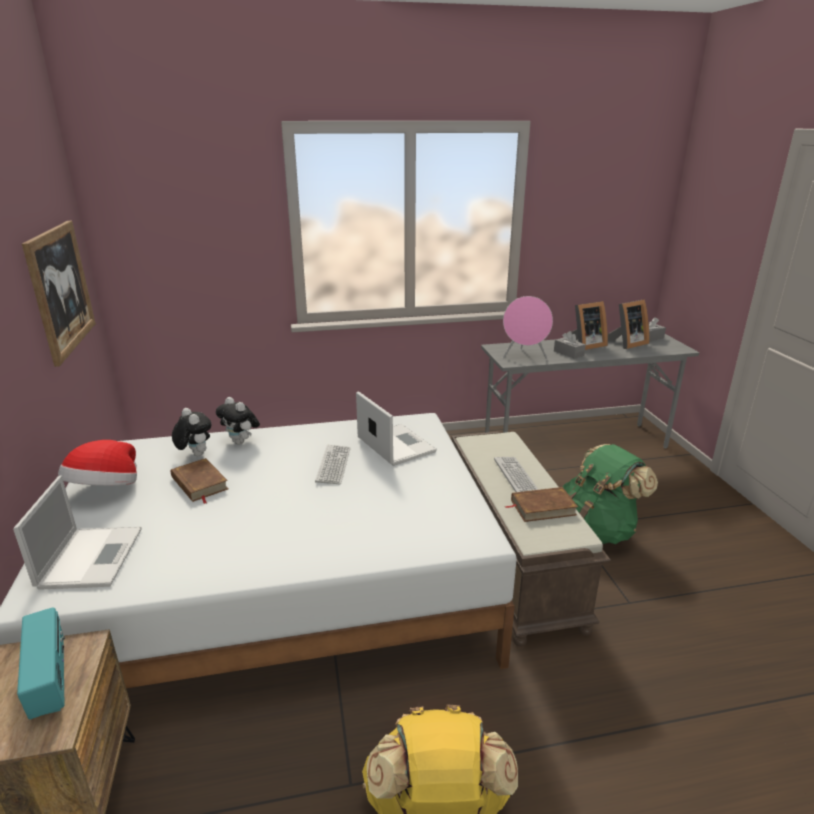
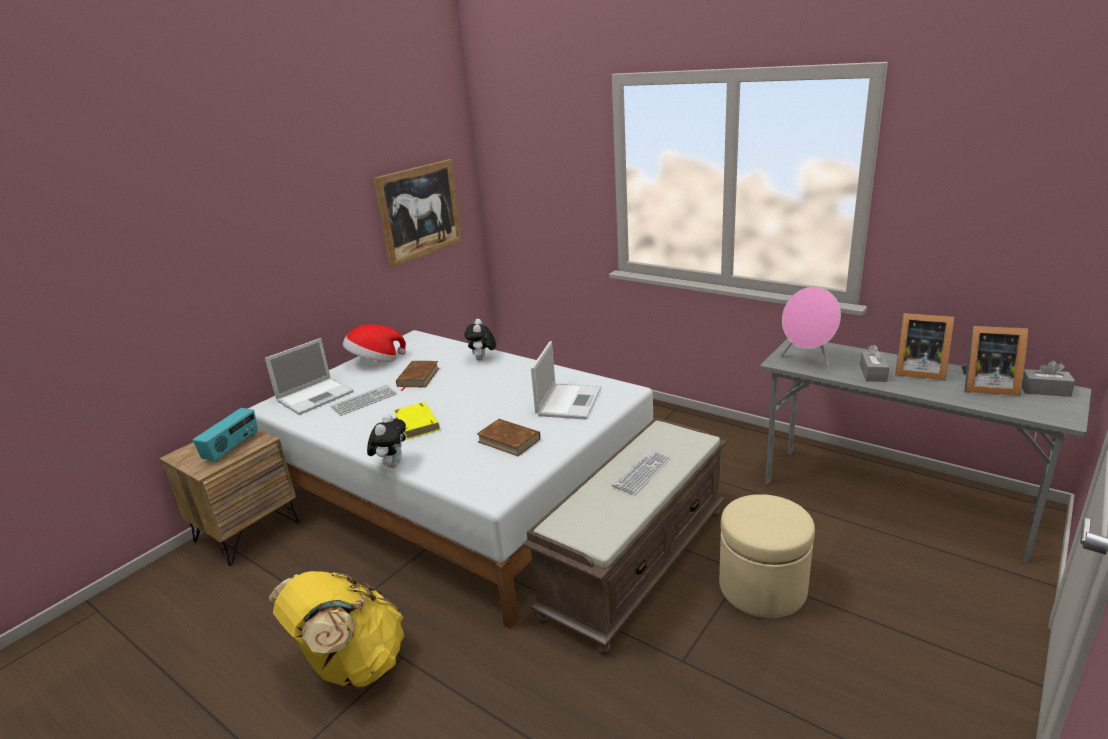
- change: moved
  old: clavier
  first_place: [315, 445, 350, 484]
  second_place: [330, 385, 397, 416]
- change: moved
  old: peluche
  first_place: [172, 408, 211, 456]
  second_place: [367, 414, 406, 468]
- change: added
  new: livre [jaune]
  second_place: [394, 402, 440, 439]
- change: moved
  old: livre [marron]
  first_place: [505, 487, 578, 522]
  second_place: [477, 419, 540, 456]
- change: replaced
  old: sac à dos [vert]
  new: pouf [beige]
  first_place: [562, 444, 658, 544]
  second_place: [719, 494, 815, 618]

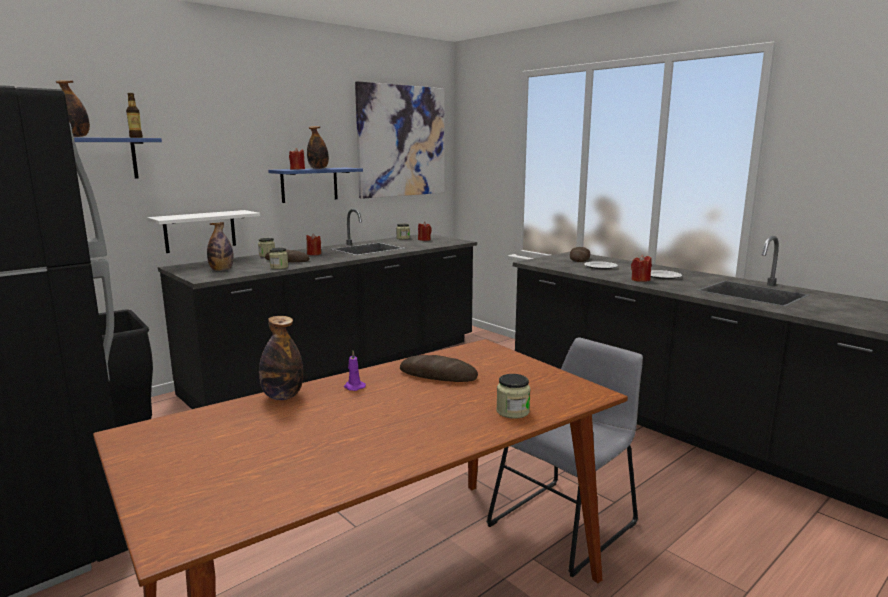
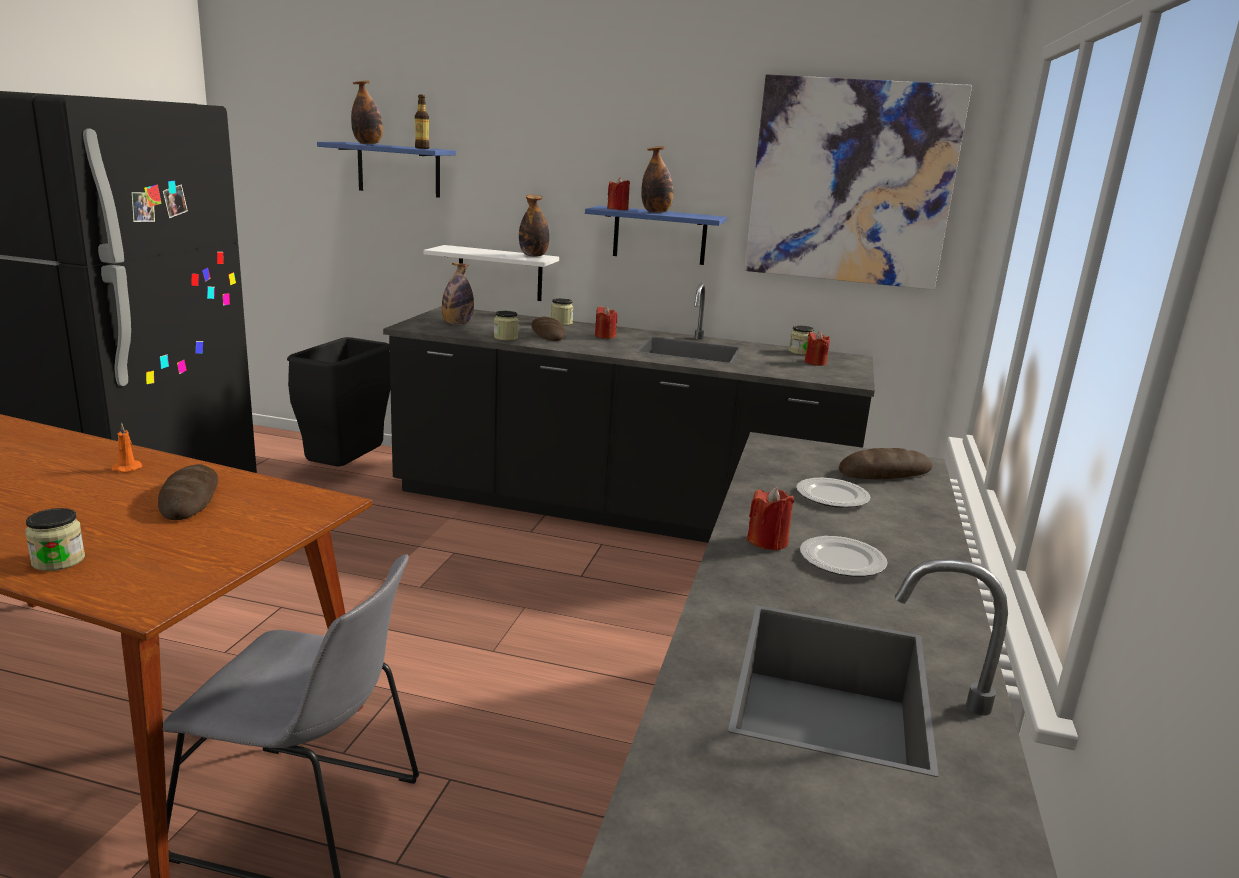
- change: recoloured
  old: bougie [violet]
  new: bougie [orange]
  first_place: [344, 351, 366, 391]
  second_place: [112, 423, 142, 473]
- change: moved
  old: bouteille
  first_place: [259, 316, 303, 400]
  second_place: [519, 195, 549, 257]

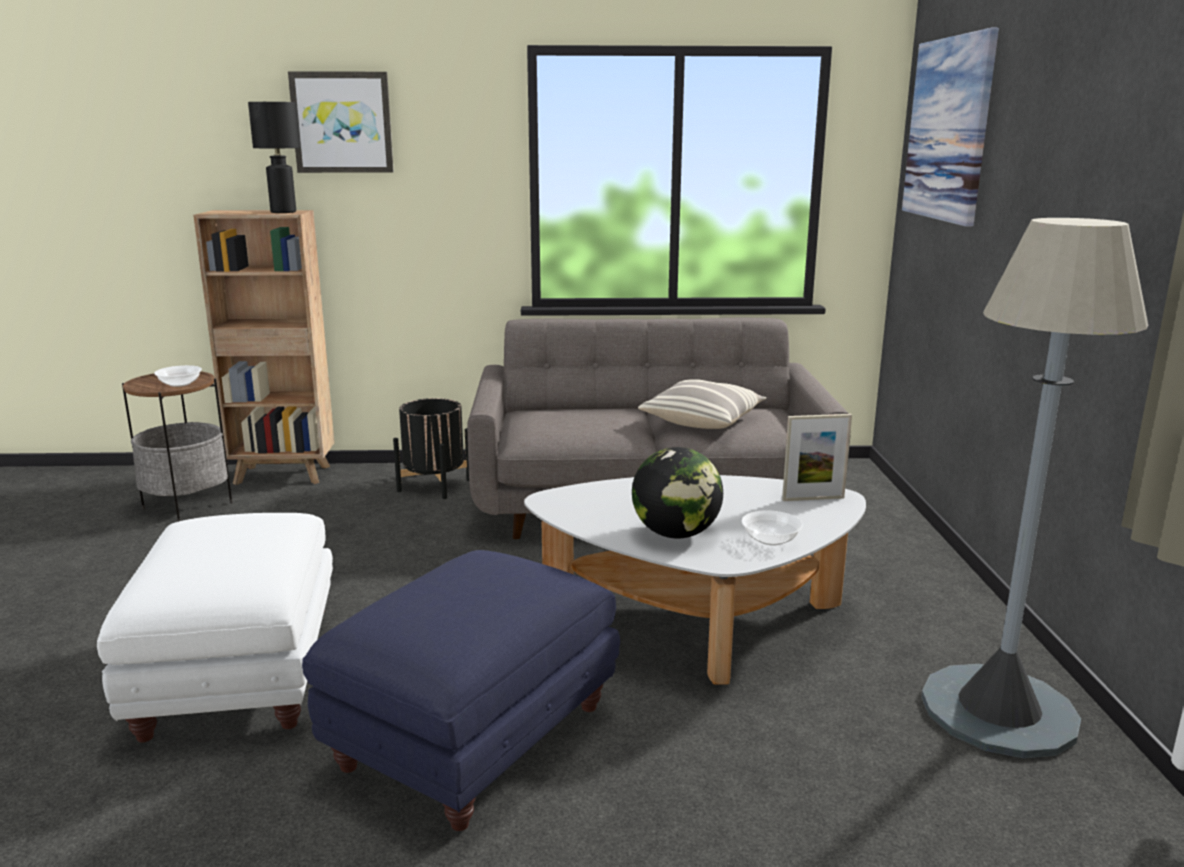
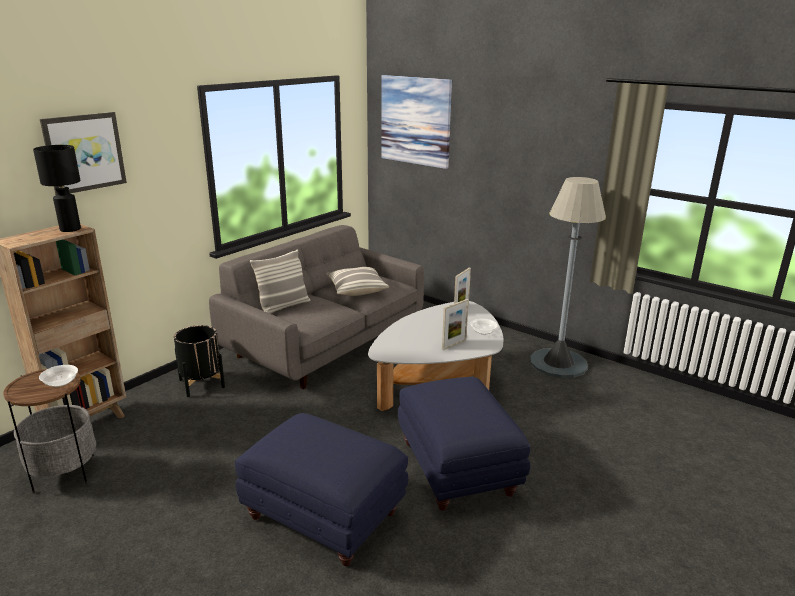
- change: recoloured
  old: pouf [blanc]
  new: pouf [bleu]
  first_place: [97, 513, 333, 742]
  second_place: [235, 413, 409, 566]
- change: added
  new: coussin
  second_place: [250, 249, 311, 314]
- change: replaced
  old: globe
  new: cadre photo
  first_place: [632, 447, 723, 539]
  second_place: [442, 299, 469, 350]

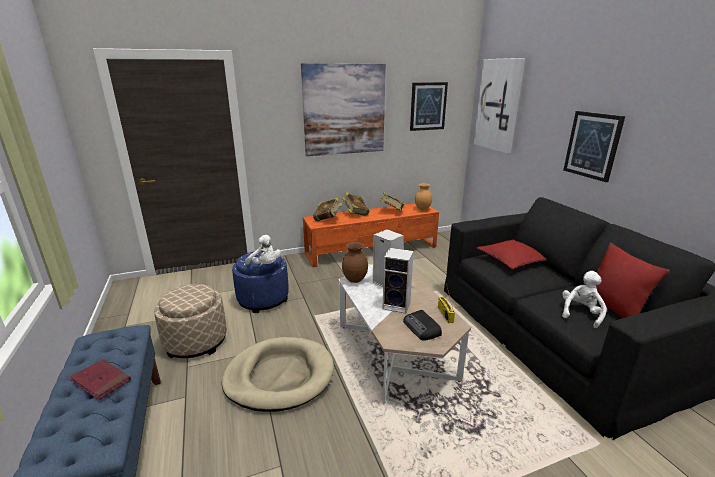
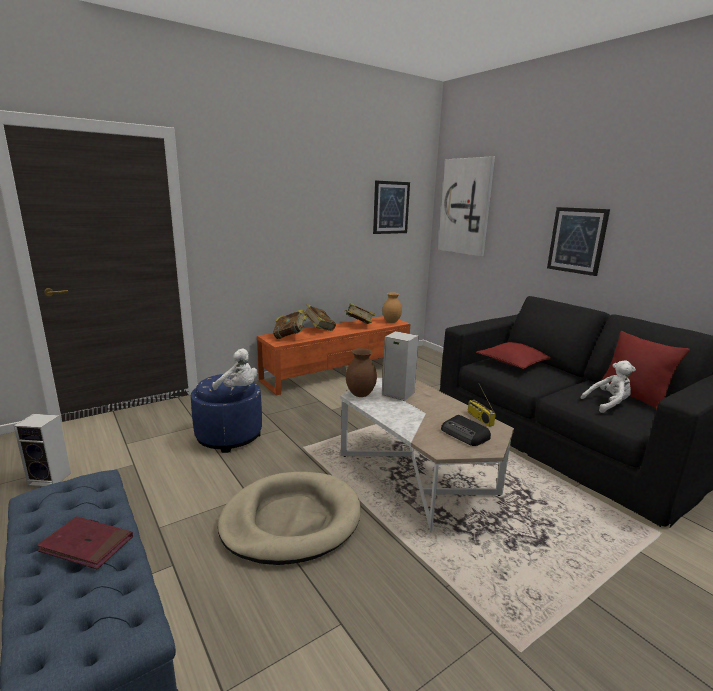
- change: moved
  old: enceinte
  first_place: [382, 248, 414, 314]
  second_place: [14, 414, 71, 487]
- change: turned
  old: peluche [blanc]
  first_place: [562, 271, 607, 328]
  second_place: [581, 360, 636, 413]
  degrees: 60
- change: removed
  old: pouf [beige]
  first_place: [154, 284, 227, 358]
- change: removed
  old: tableau
  first_place: [301, 63, 386, 156]

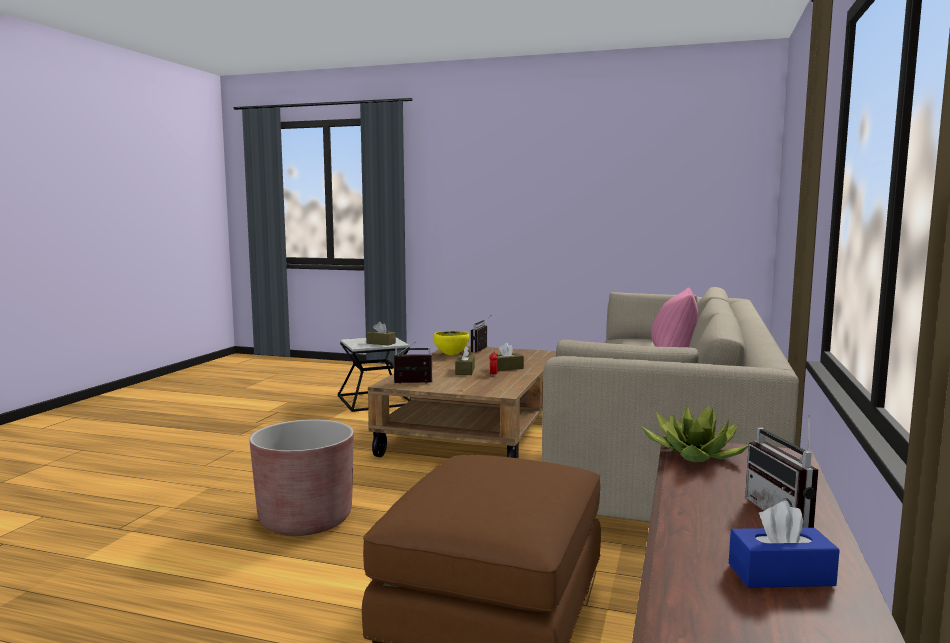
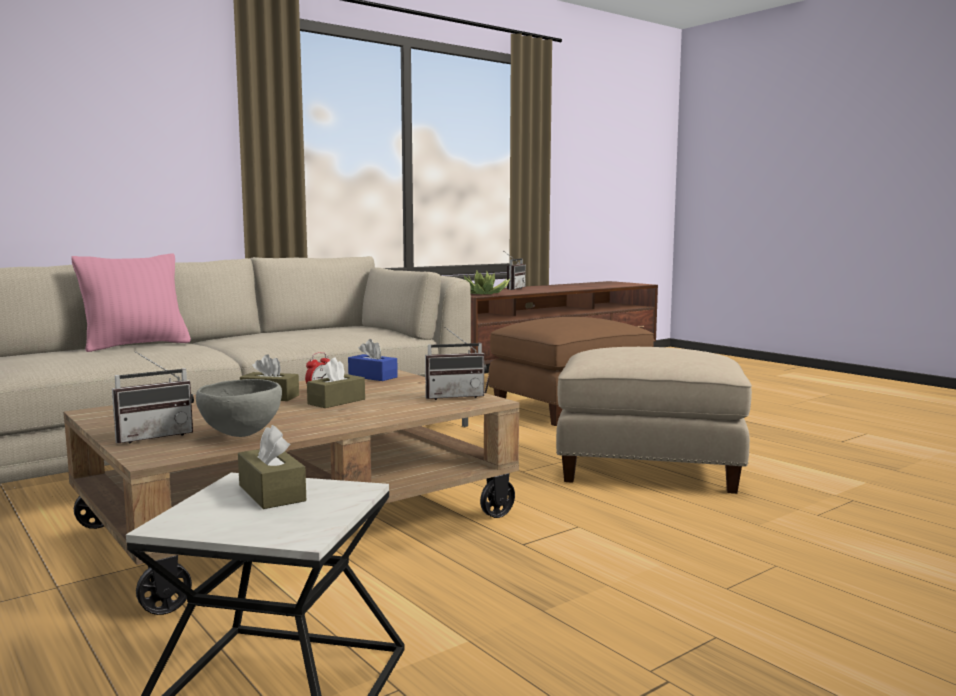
- change: recoloured
  old: bol [jaune]
  new: bol [gris]
  first_place: [433, 331, 470, 356]
  second_place: [196, 379, 282, 437]
- change: moved
  old: boîte à mouchoirs [bleu]
  first_place: [729, 501, 840, 588]
  second_place: [348, 339, 398, 381]
- change: turned
  old: radio
  first_place: [393, 343, 432, 384]
  second_place: [425, 326, 486, 400]
  degrees: -45
- change: replaced
  old: cache-pot [marron]
  new: pouf [beige]
  first_place: [250, 420, 354, 536]
  second_place: [556, 347, 752, 494]

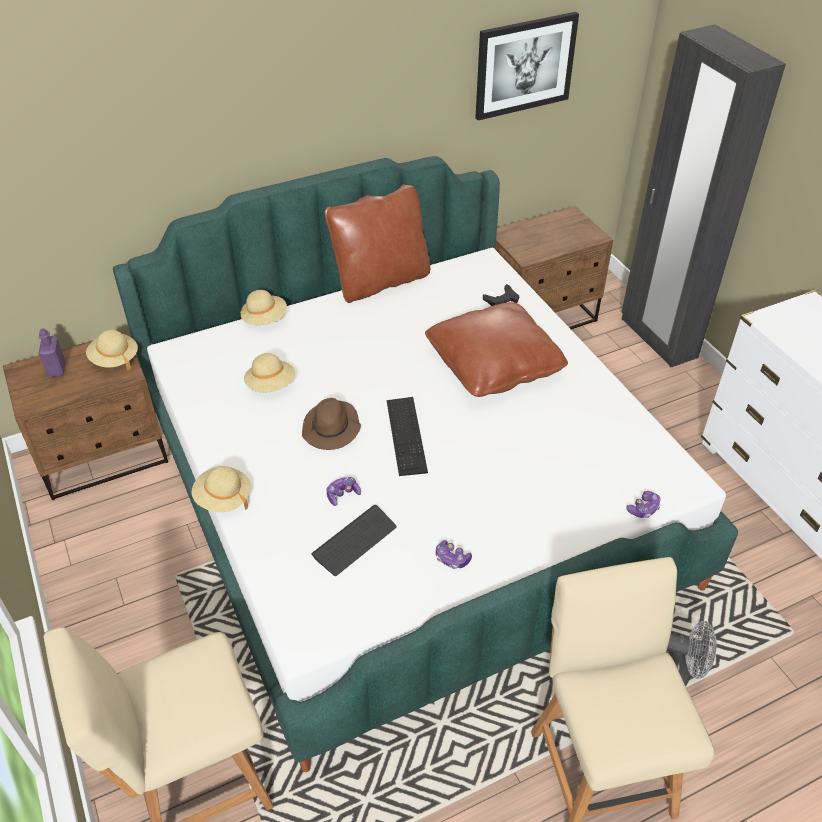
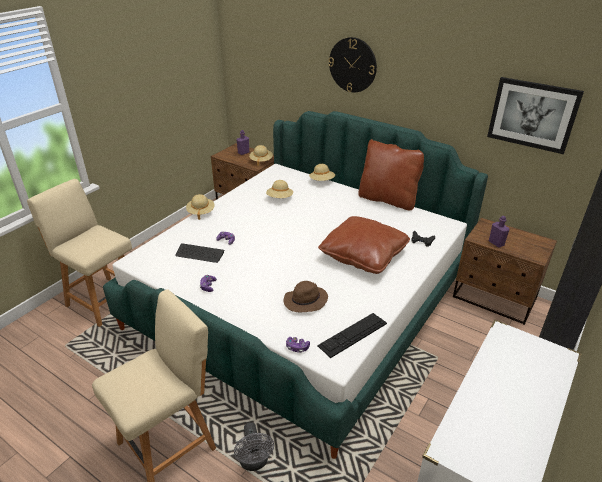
- change: moved
  old: chapeau [marron]
  first_place: [302, 398, 361, 450]
  second_place: [283, 281, 328, 312]
- change: moved
  old: clavier
  first_place: [387, 397, 428, 476]
  second_place: [317, 313, 387, 358]
- change: added
  new: horloge murale
  second_place: [329, 37, 377, 92]
- change: added
  new: bouteille [violet]
  second_place: [489, 216, 510, 248]

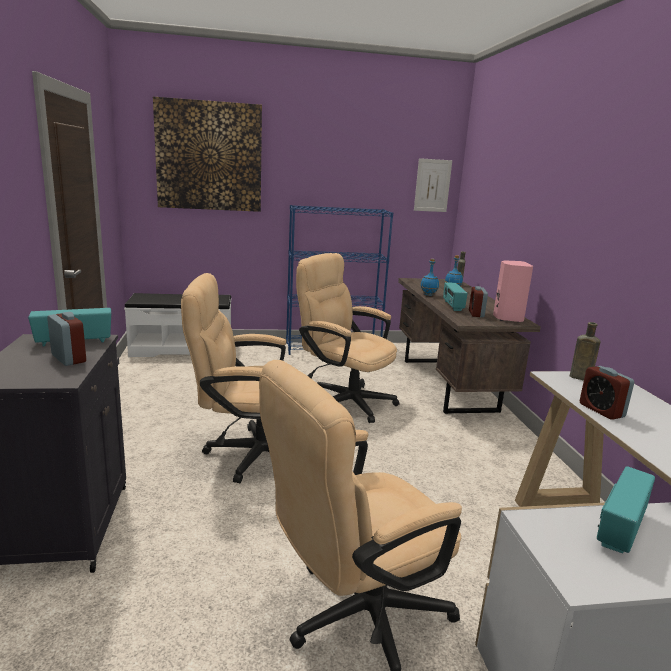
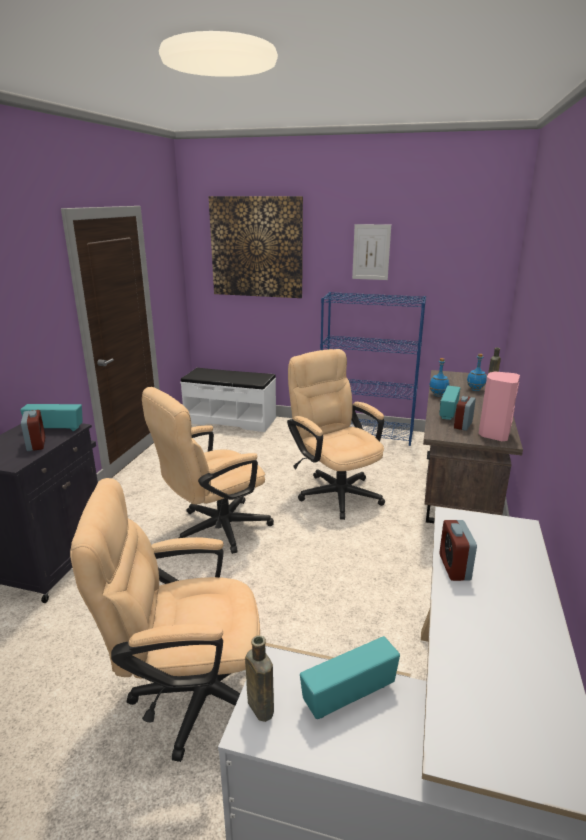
- change: turned
  old: chaise de bureau [beige]
  first_place: [181, 273, 286, 483]
  second_place: [142, 387, 274, 554]
  degrees: -60
- change: moved
  old: bouteille [marron]
  first_place: [570, 322, 601, 381]
  second_place: [245, 635, 274, 722]
- change: moved
  old: tableau
  first_place: [414, 158, 452, 212]
  second_place: [352, 224, 391, 280]

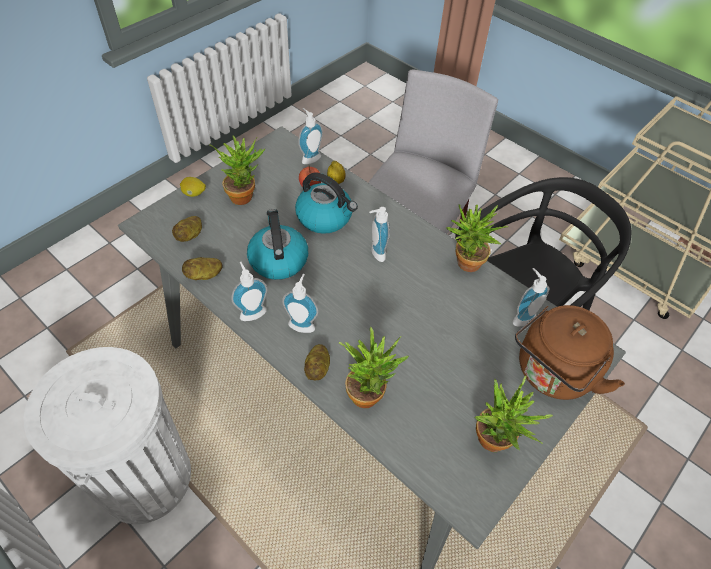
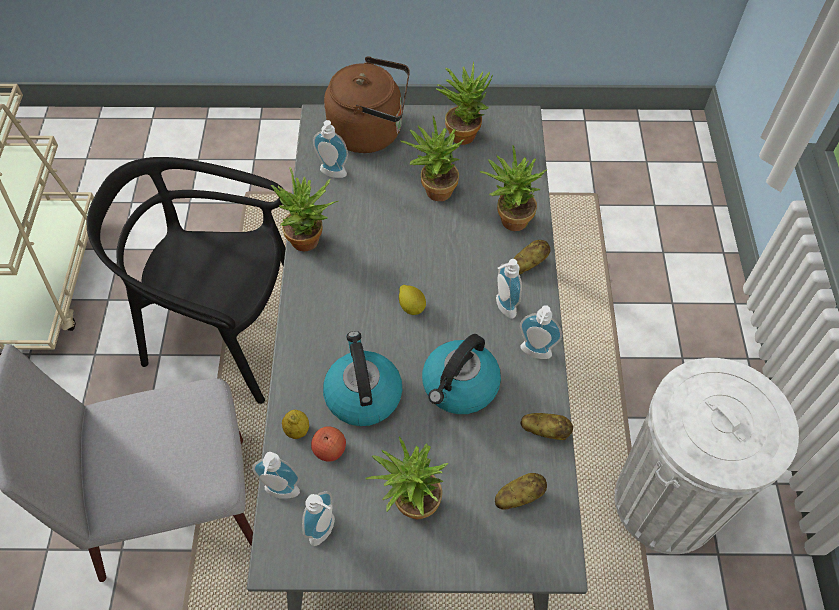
- change: moved
  old: distributeur de savon
  first_place: [369, 207, 390, 262]
  second_place: [302, 491, 335, 546]
- change: moved
  old: citron
  first_place: [180, 177, 206, 197]
  second_place: [399, 285, 426, 315]
- change: added
  new: plante en pot
  second_place: [401, 116, 465, 201]

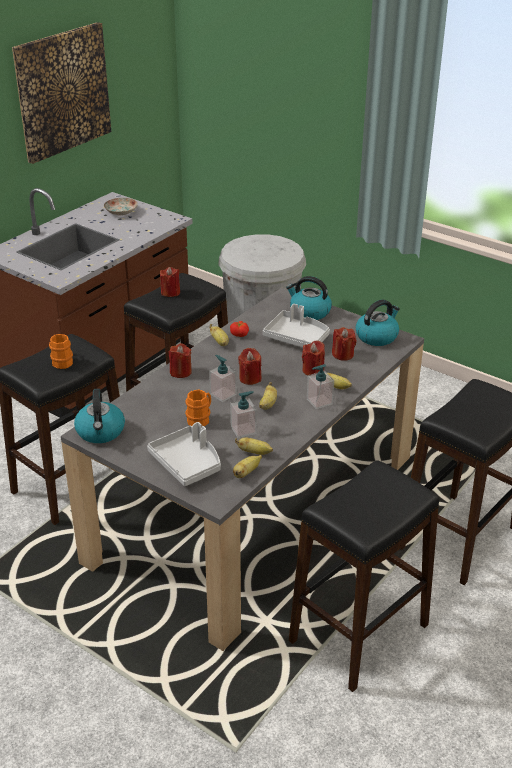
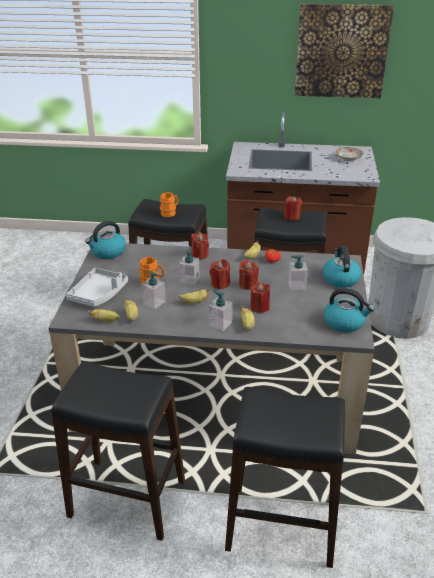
- change: moved
  old: bougie [rouge]
  first_place: [332, 327, 357, 361]
  second_place: [239, 259, 259, 290]
- change: replaced
  old: plateau [gris]
  new: distributeur de savon
  first_place: [263, 304, 330, 347]
  second_place: [288, 255, 308, 290]

